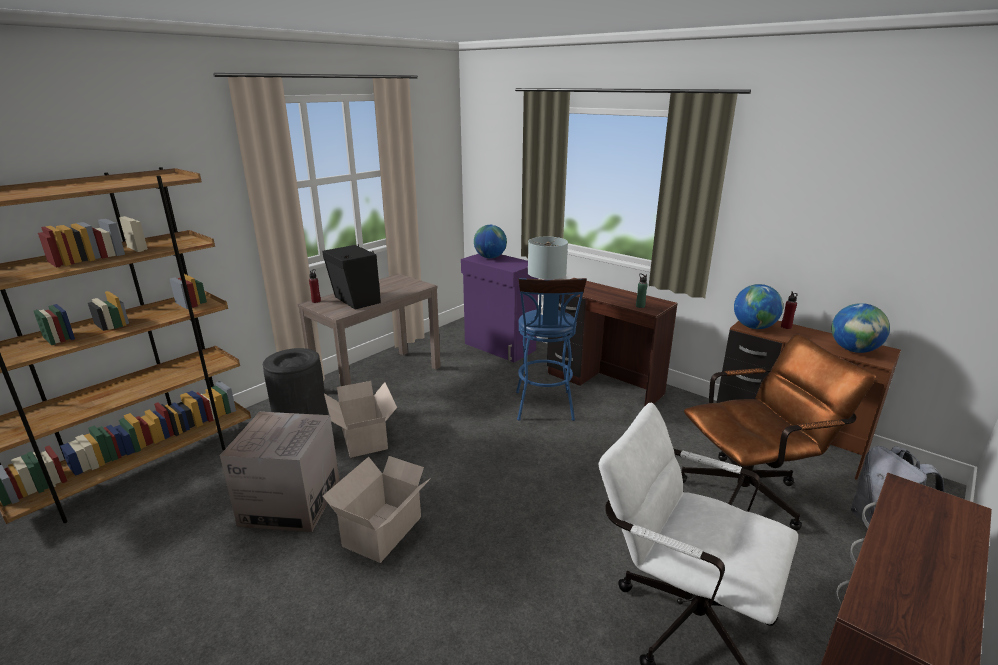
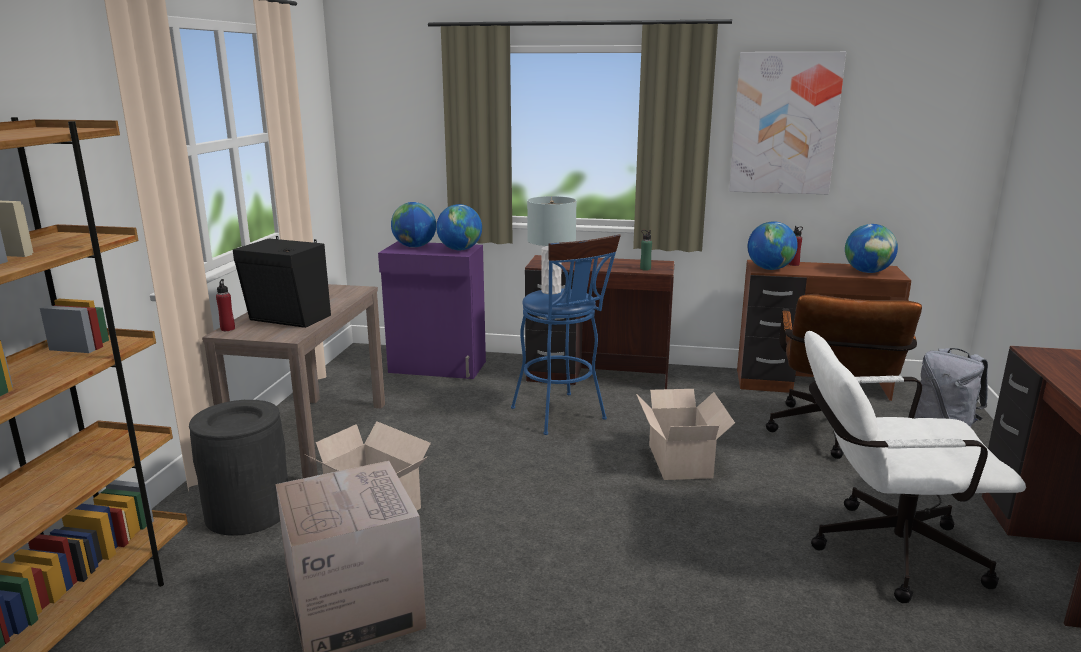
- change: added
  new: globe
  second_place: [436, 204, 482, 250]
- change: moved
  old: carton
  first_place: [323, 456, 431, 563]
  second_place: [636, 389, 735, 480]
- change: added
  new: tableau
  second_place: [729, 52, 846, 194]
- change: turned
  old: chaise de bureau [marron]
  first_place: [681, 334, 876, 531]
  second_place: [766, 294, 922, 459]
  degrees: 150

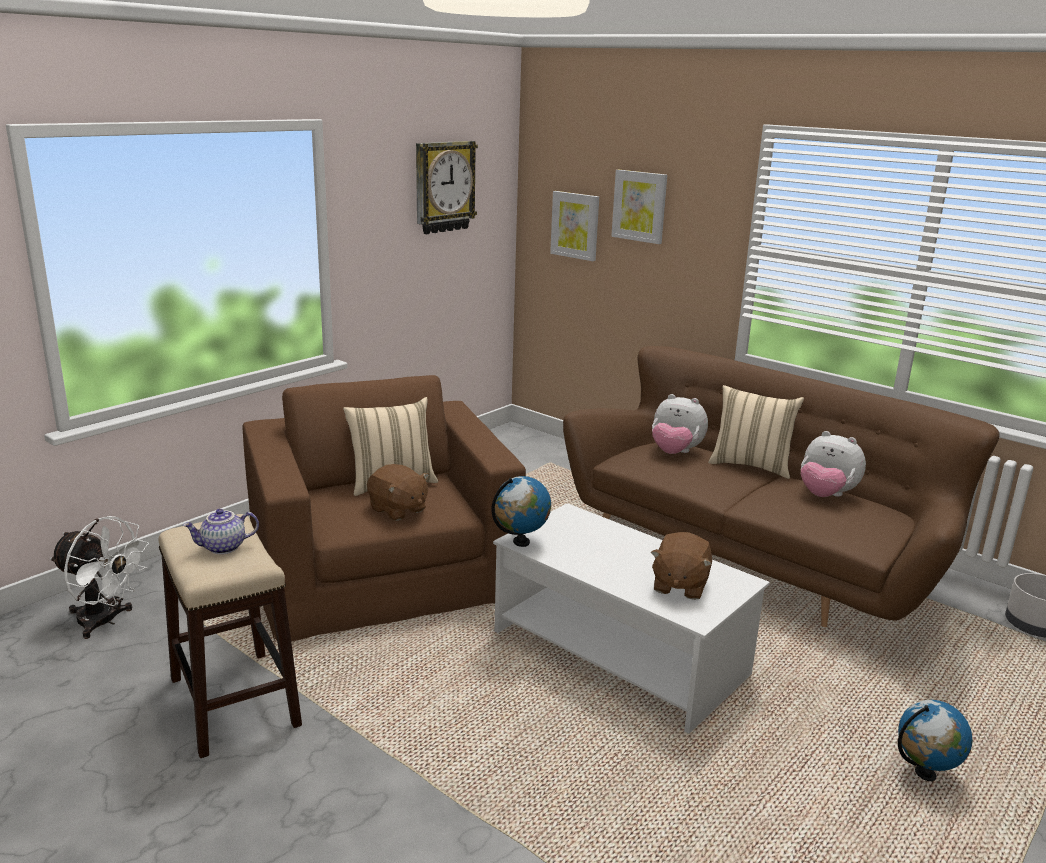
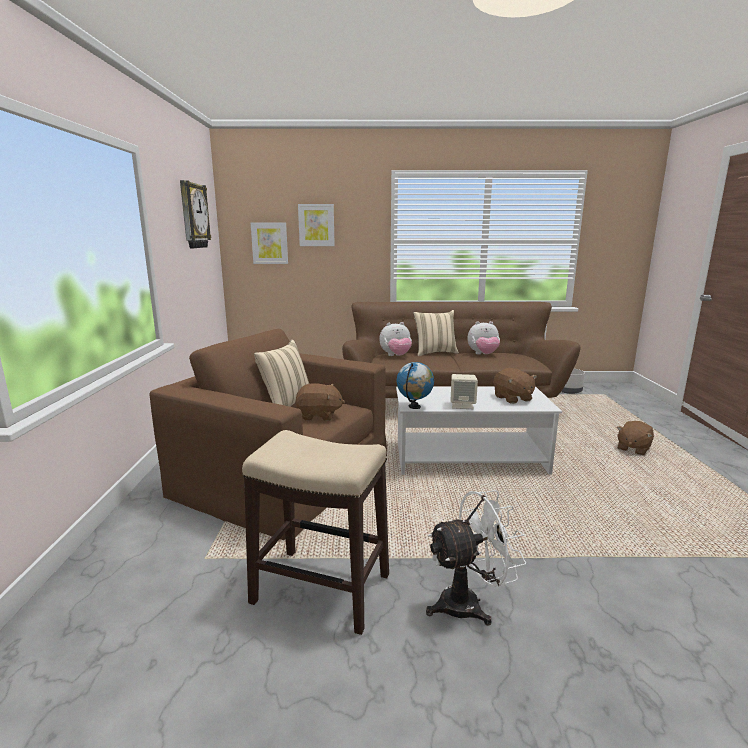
- change: moved
  old: ventilateur [blanc]
  first_place: [50, 516, 149, 639]
  second_place: [426, 490, 526, 626]
- change: added
  new: enceinte [beige]
  second_place: [451, 374, 478, 409]
- change: replaced
  old: globe
  new: peluche [marron]
  first_place: [898, 700, 973, 781]
  second_place: [617, 421, 654, 455]
- change: removed
  old: théière
  first_place: [182, 509, 259, 554]

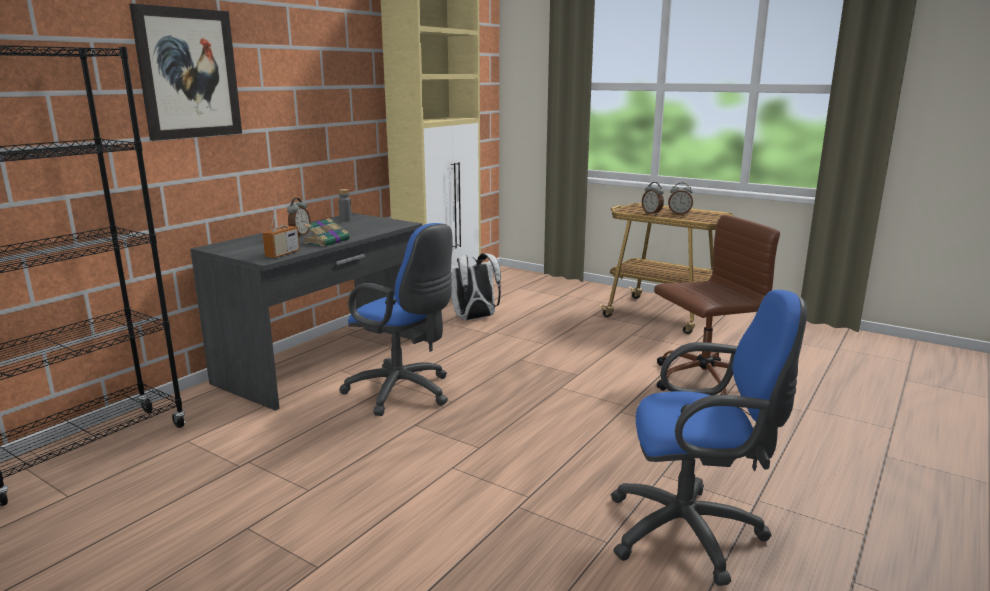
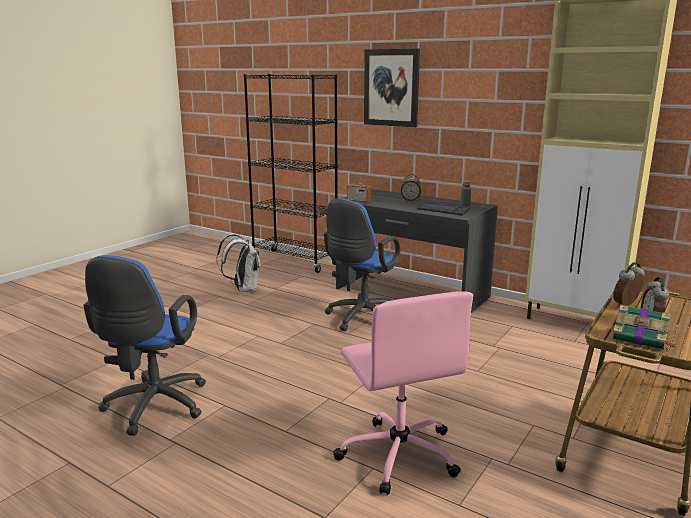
- change: moved
  old: sac à dos [blanc]
  first_place: [451, 253, 501, 320]
  second_place: [217, 234, 261, 292]
- change: recoloured
  old: chaise de bureau [marron]
  new: chaise de bureau [rose]
  first_place: [654, 215, 780, 395]
  second_place: [334, 291, 473, 495]
- change: added
  new: clavier
  second_place: [417, 203, 470, 216]
- change: moved
  old: livre
  first_place: [304, 218, 350, 247]
  second_place: [613, 305, 675, 350]

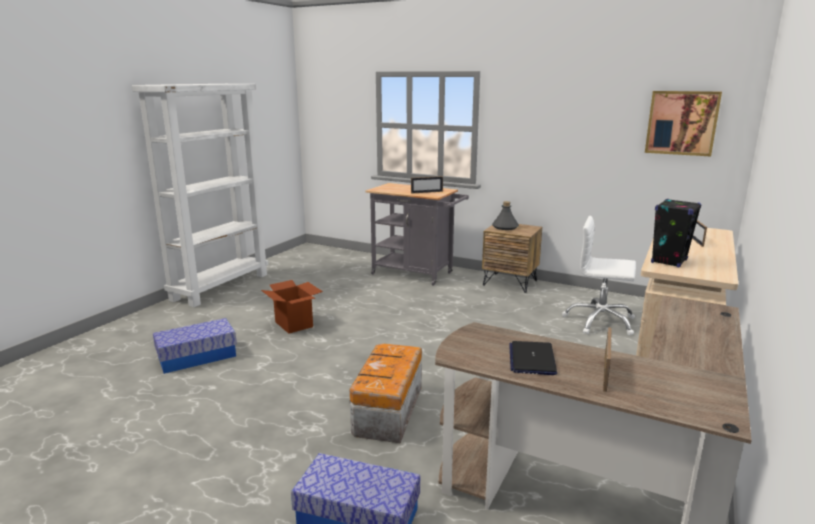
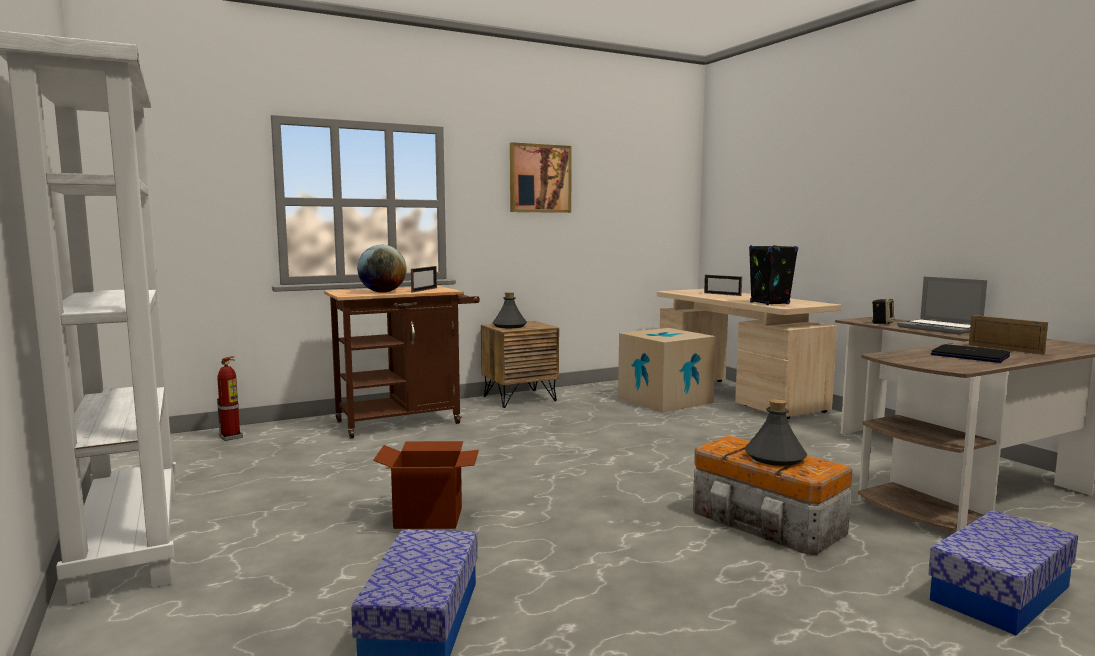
- change: added
  new: extincteur
  second_place: [217, 356, 243, 441]
- change: recoloured
  old: chariot [gris]
  new: chariot [marron]
  first_place: [365, 183, 469, 286]
  second_place: [324, 286, 480, 438]
- change: added
  new: globe
  second_place: [357, 245, 407, 293]
- change: moved
  old: tableau
  first_place: [645, 91, 722, 156]
  second_place: [510, 142, 572, 213]
- change: replaced
  old: chaise de bureau [blanc]
  new: carton
  first_place: [562, 216, 636, 336]
  second_place: [618, 328, 716, 413]
- change: added
  new: bouteille [gris]
  second_place: [745, 399, 807, 466]
- change: added
  new: enceinte
  second_place: [872, 299, 894, 324]
- change: added
  new: ordinateur portable
  second_place: [897, 277, 987, 334]

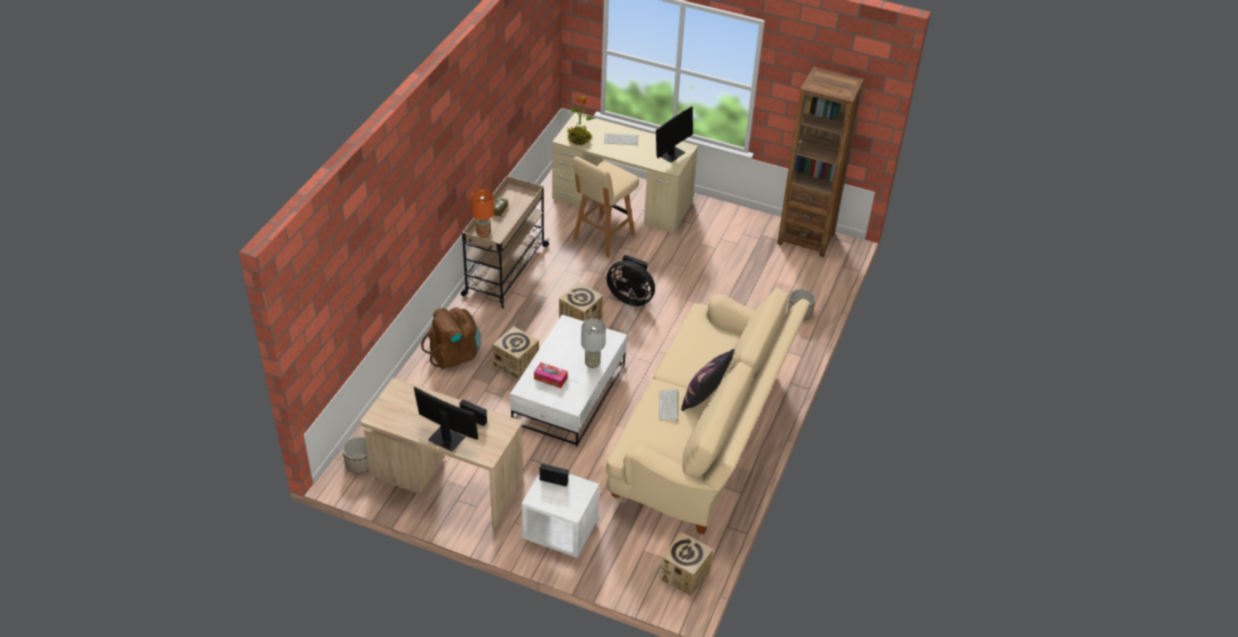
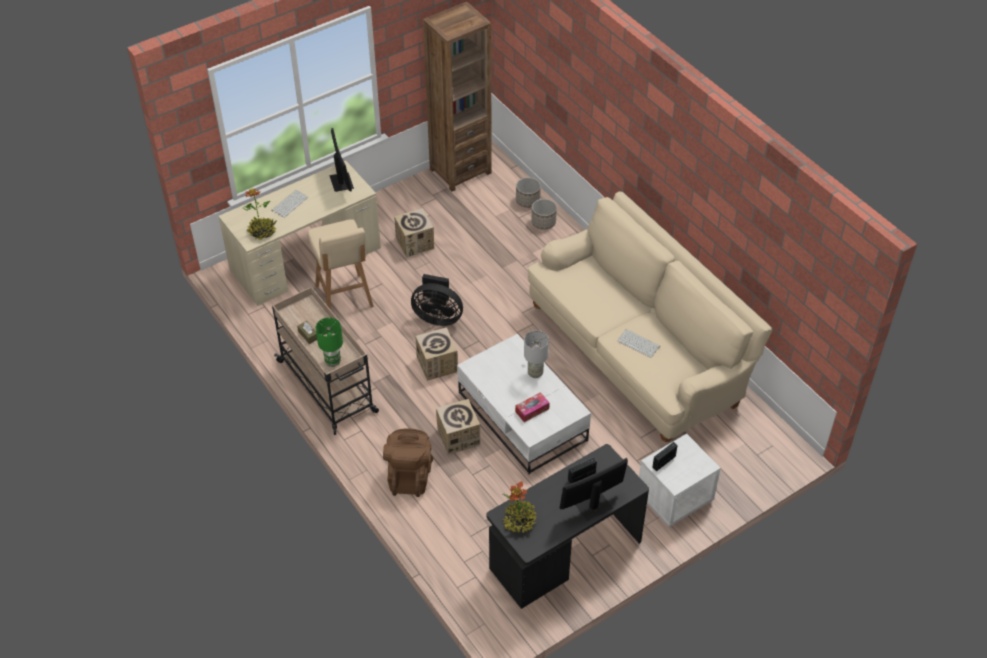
- change: recoloured
  old: lampe de table [orange]
  new: lampe de table [vert]
  first_place: [471, 189, 494, 238]
  second_place: [316, 317, 343, 367]
- change: moved
  old: carton
  first_place: [659, 532, 713, 596]
  second_place: [394, 208, 434, 257]
- change: turned
  old: ventilateur [noir]
  first_place: [606, 255, 655, 306]
  second_place: [411, 274, 463, 326]
  degrees: 45
- change: recoloured
  old: bureau [beige]
  new: bureau [noir]
  first_place: [361, 378, 523, 527]
  second_place: [486, 444, 649, 609]
- change: added
  new: plante en pot
  second_place: [502, 481, 537, 533]
- change: moved
  old: cache-pot
  first_place: [342, 437, 370, 474]
  second_place: [516, 177, 541, 208]
- change: removed
  old: coussin
  first_place: [681, 349, 735, 411]

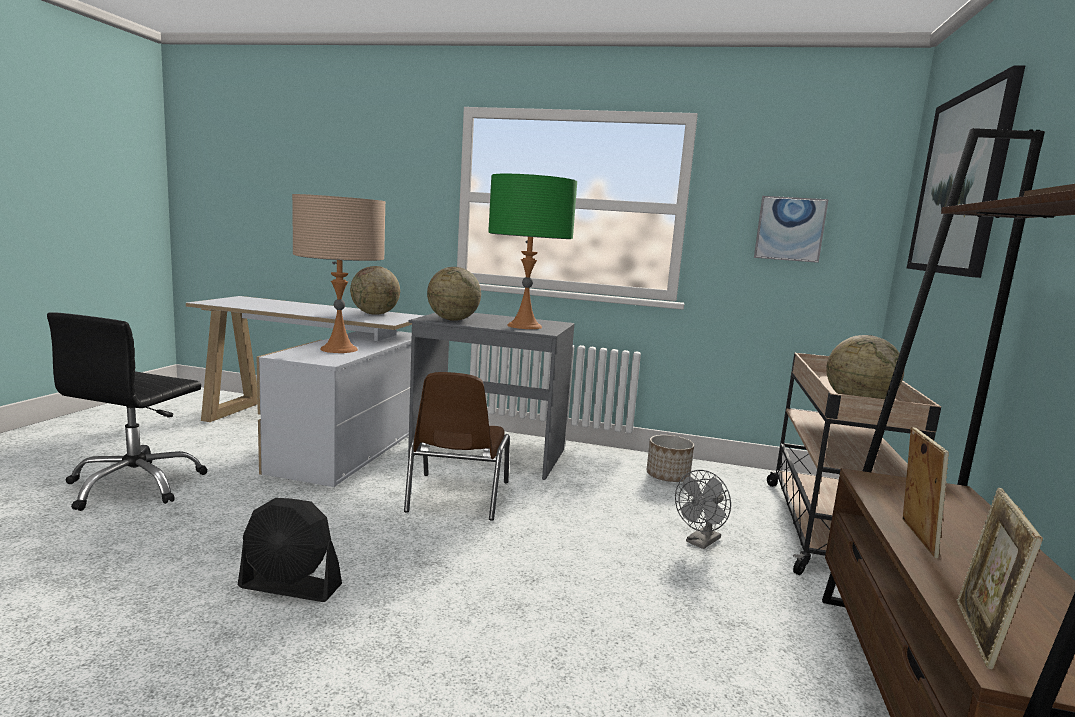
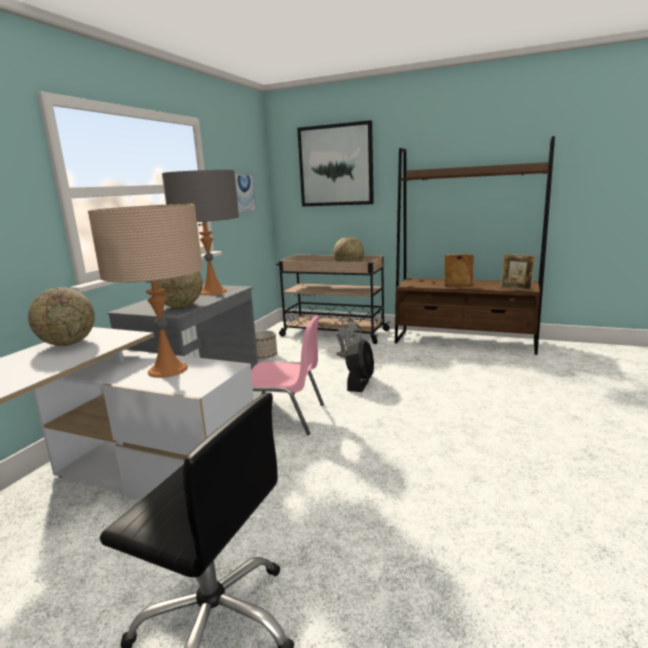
- change: recoloured
  old: lampe de table [vert]
  new: lampe de table [gris]
  first_place: [488, 174, 577, 329]
  second_place: [162, 170, 239, 295]
- change: recoloured
  old: chaise [marron]
  new: chaise [rose]
  first_place: [404, 372, 510, 520]
  second_place: [251, 316, 324, 435]
- change: moved
  old: ventilateur [noir]
  first_place: [238, 498, 342, 602]
  second_place: [345, 339, 374, 392]

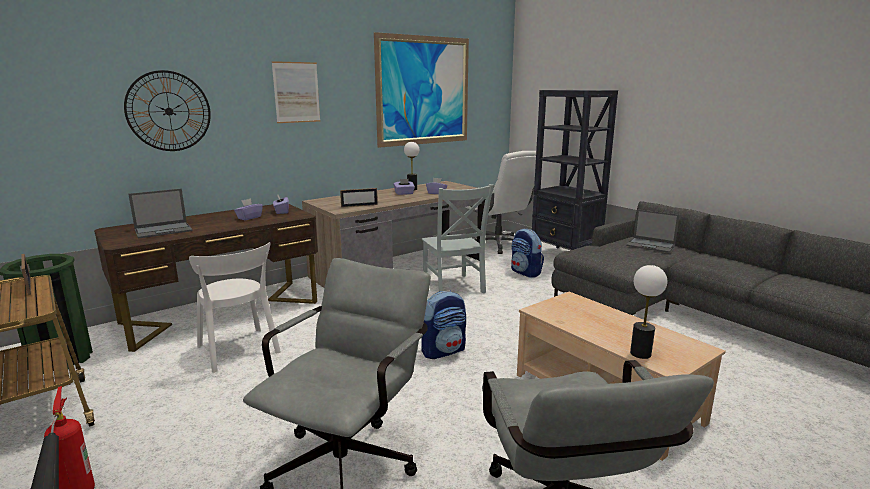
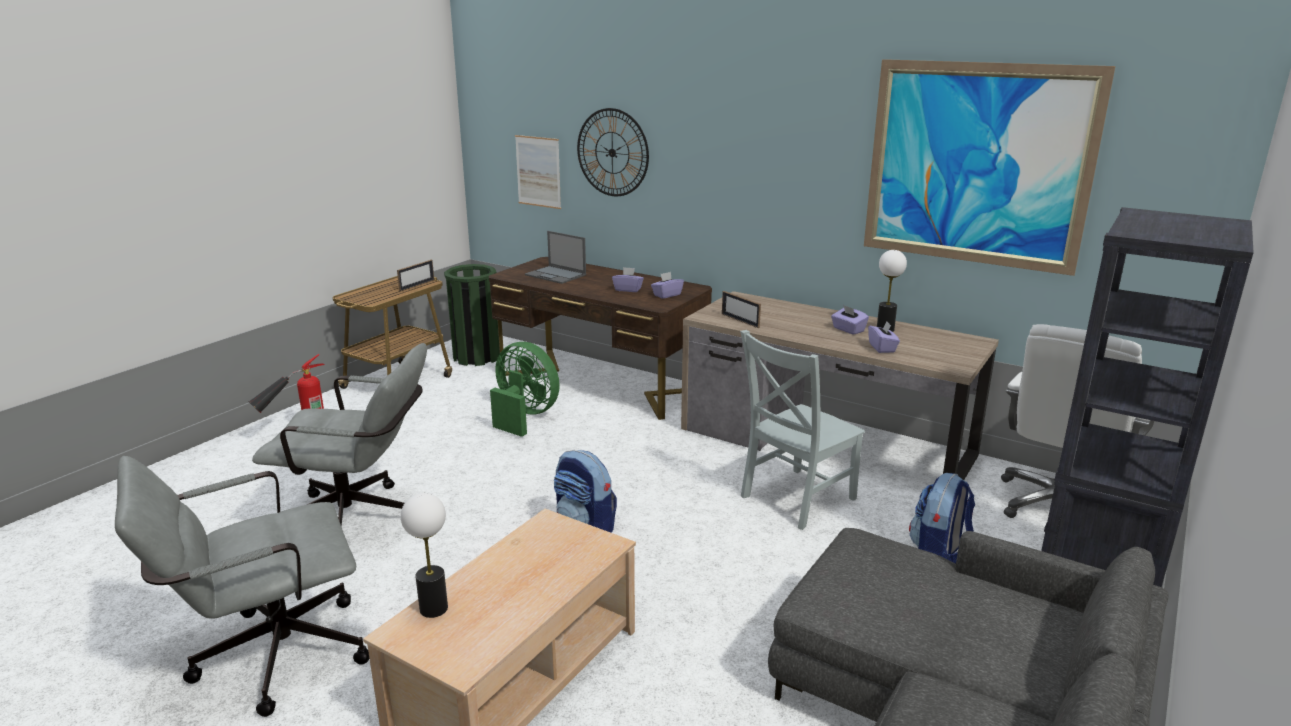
- change: replaced
  old: chaise [blanc]
  new: ventilateur [vert]
  first_place: [189, 242, 281, 373]
  second_place: [490, 342, 560, 437]
- change: moved
  old: tableau
  first_place: [272, 61, 320, 123]
  second_place: [515, 135, 561, 209]
- change: removed
  old: ordinateur portable
  first_place: [626, 209, 680, 253]

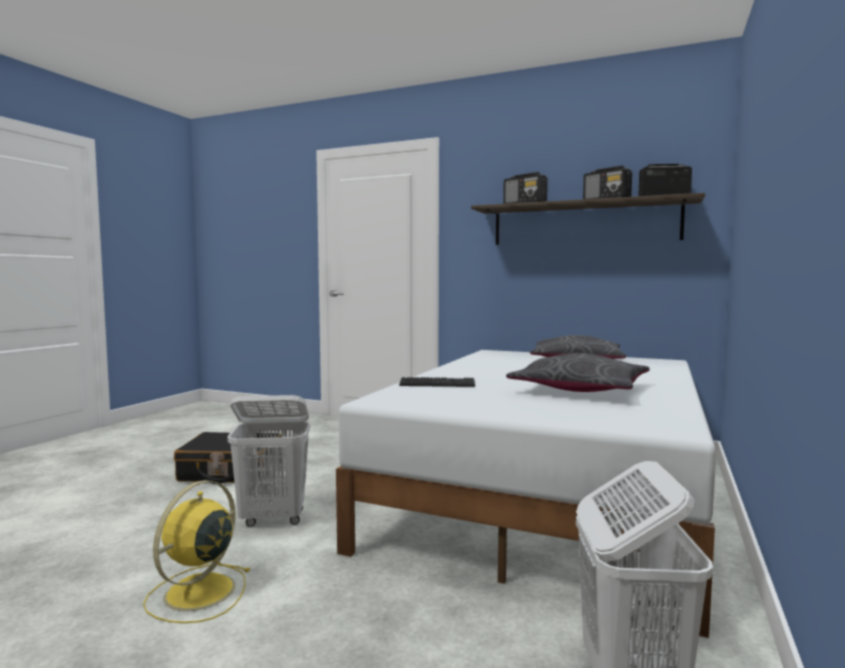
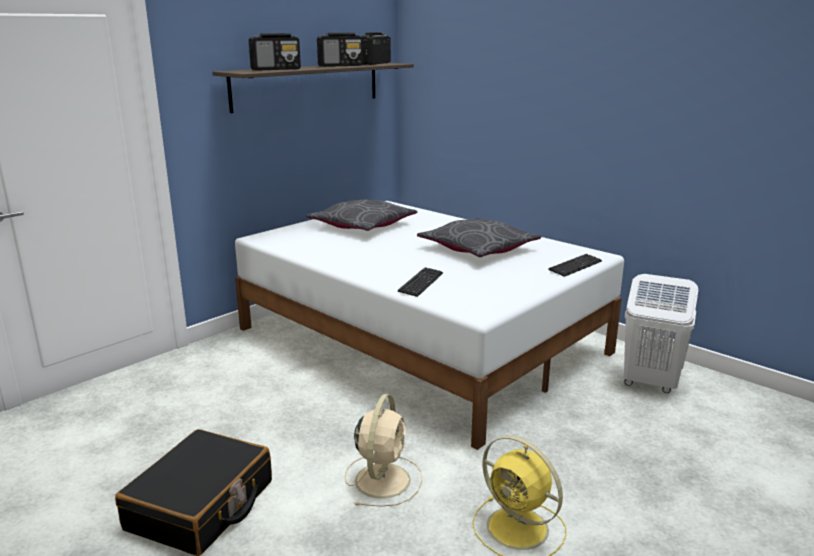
- change: replaced
  old: panier à linge [blanc]
  new: ventilateur [beige]
  first_place: [227, 395, 310, 527]
  second_place: [345, 394, 422, 507]
- change: added
  new: clavier
  second_place: [548, 254, 602, 277]

